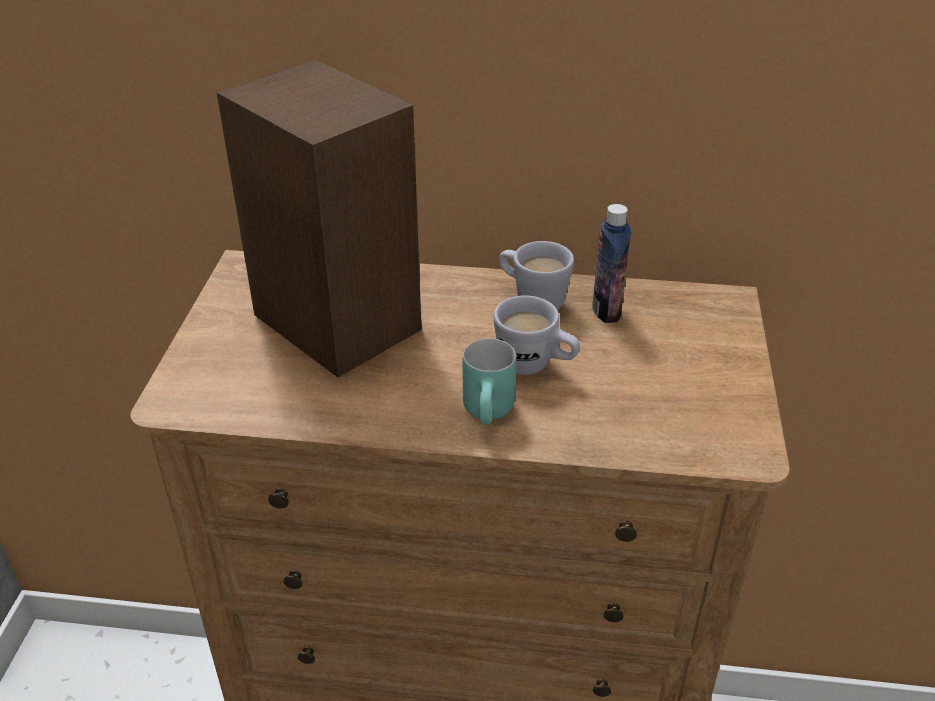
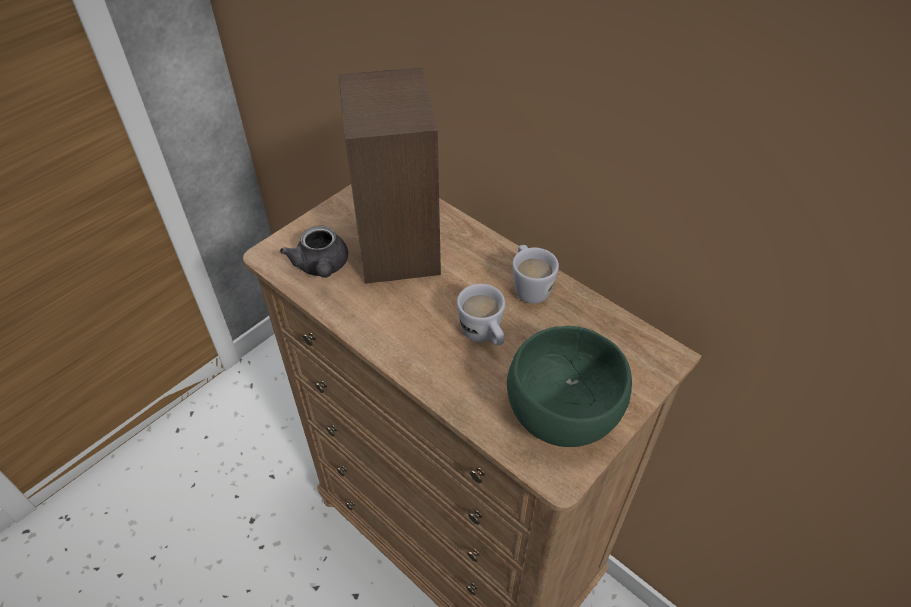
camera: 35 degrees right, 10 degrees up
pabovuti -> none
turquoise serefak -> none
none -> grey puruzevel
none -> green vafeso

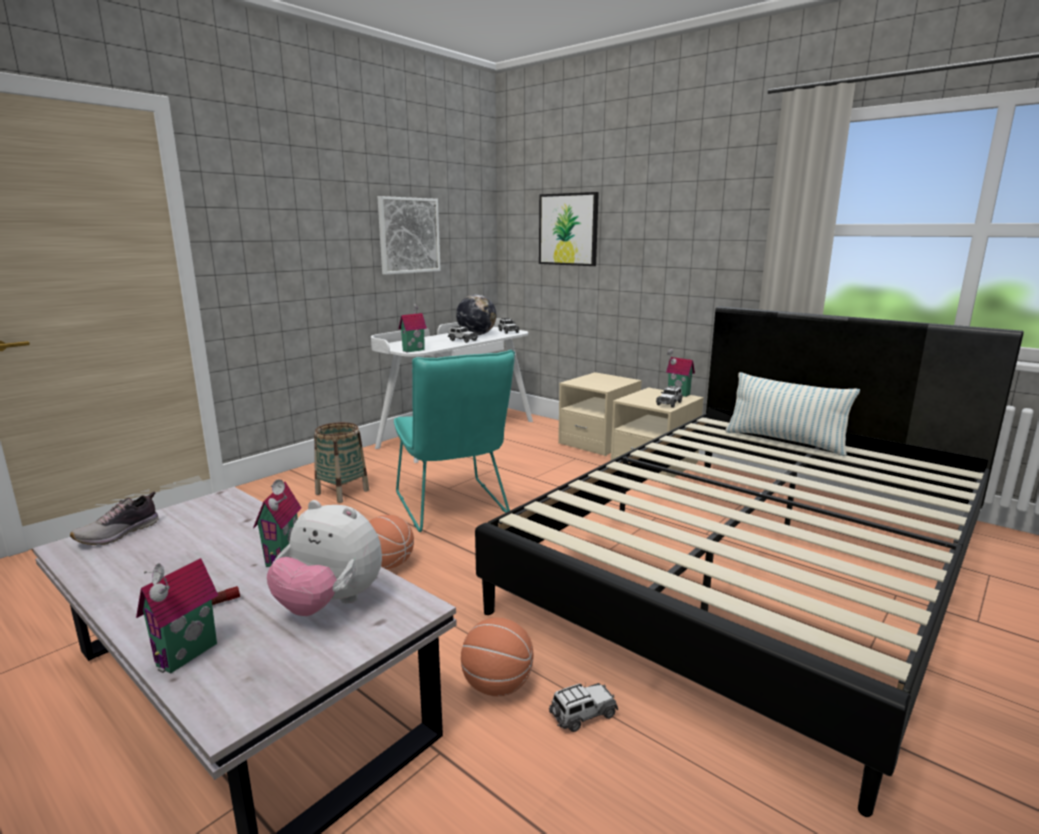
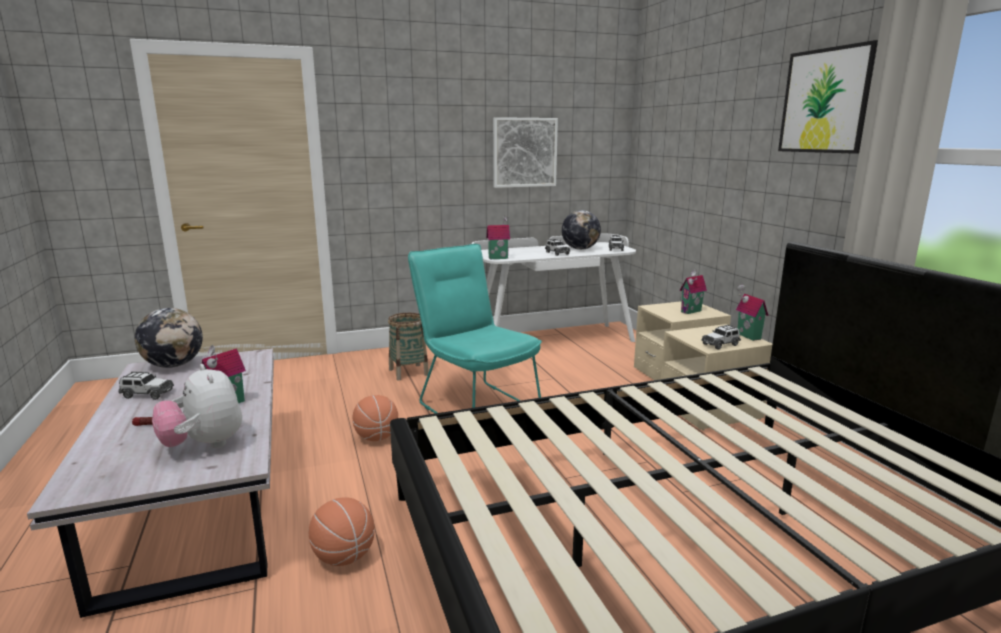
camera: 30 degrees right, 0 degrees up
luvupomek (2nd from left), move
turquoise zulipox, 135 degrees clockwise
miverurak -> none
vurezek -> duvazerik (1st from left)
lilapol (1st from left in the first image) -> lilapol (3rd from left), move
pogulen (3rd from left in the first image) -> pogulen (1st from left), move

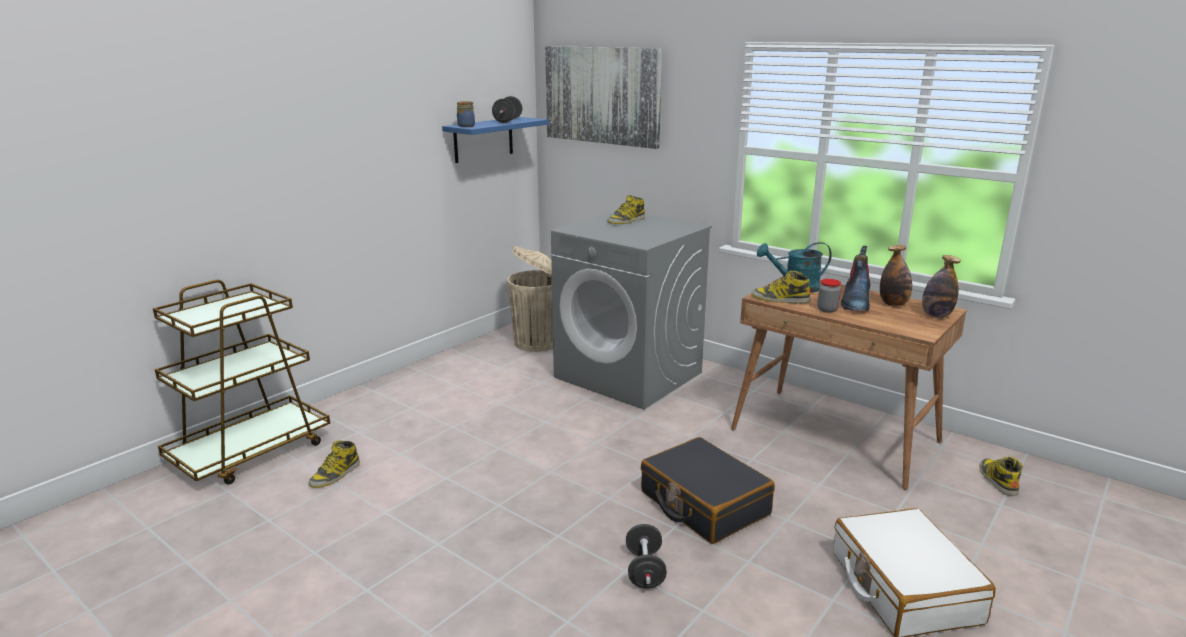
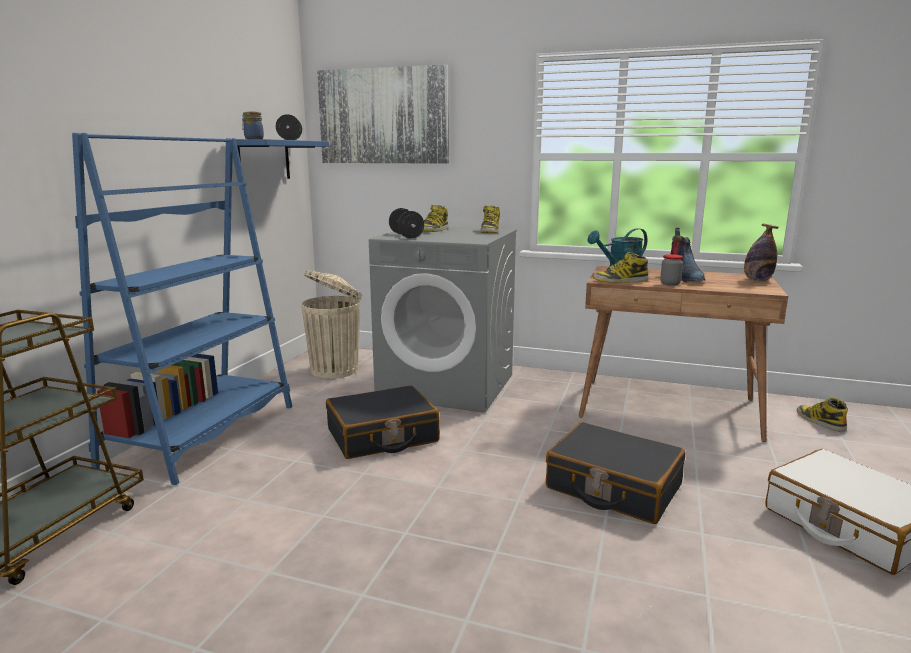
camera: 20 degrees left, 5 degrees down
pabovuti (1st from left) -> none
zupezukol (1st from left in the first image) -> zupezukol (2nd from left), move
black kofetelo (2nd from left), move
none -> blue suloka
none -> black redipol (1st from left)

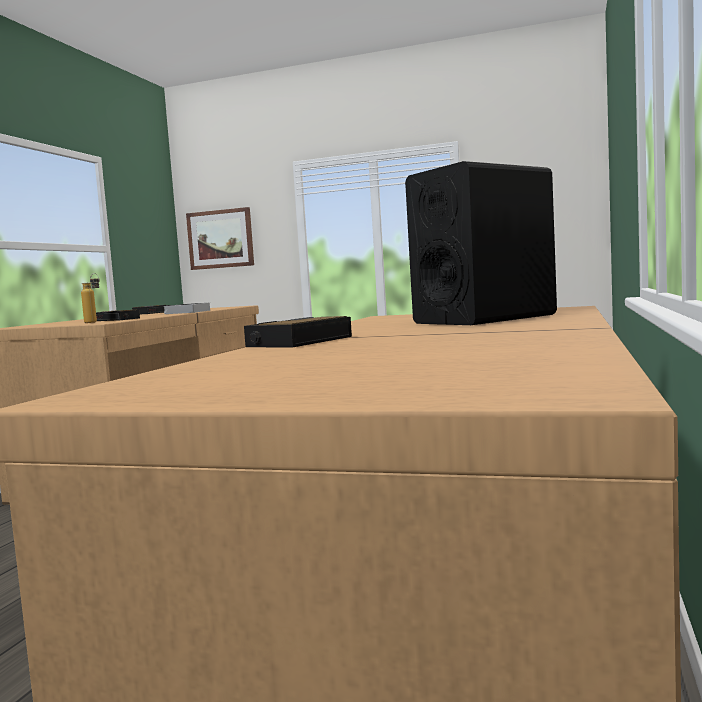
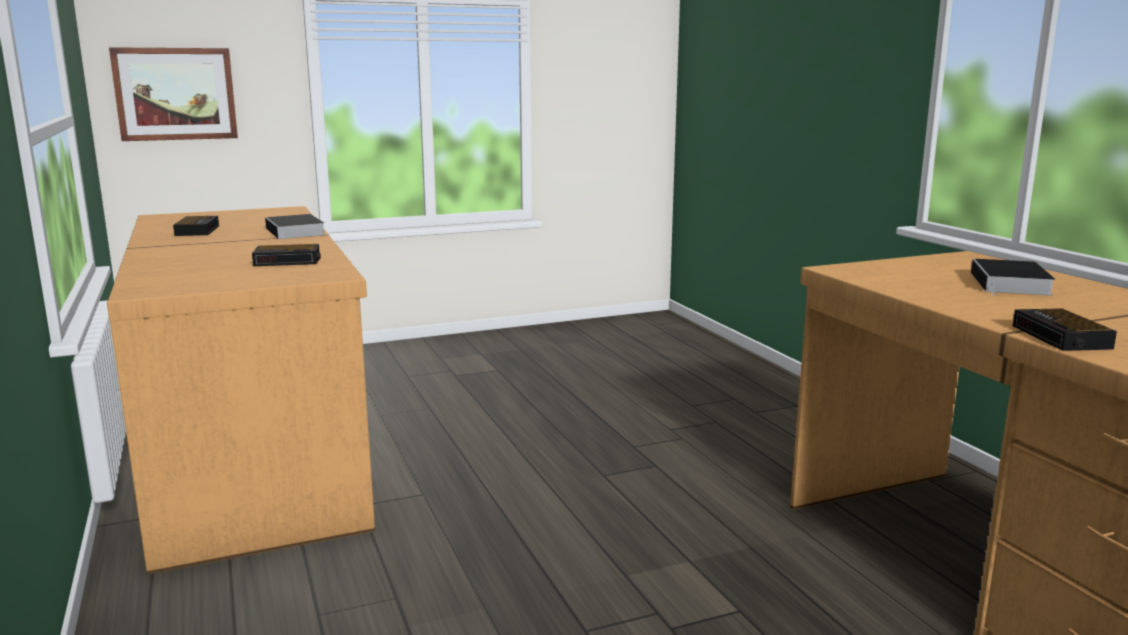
camera: 40 degrees left, 10 degrees up
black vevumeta -> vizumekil (2nd from left)
pabovuti -> none

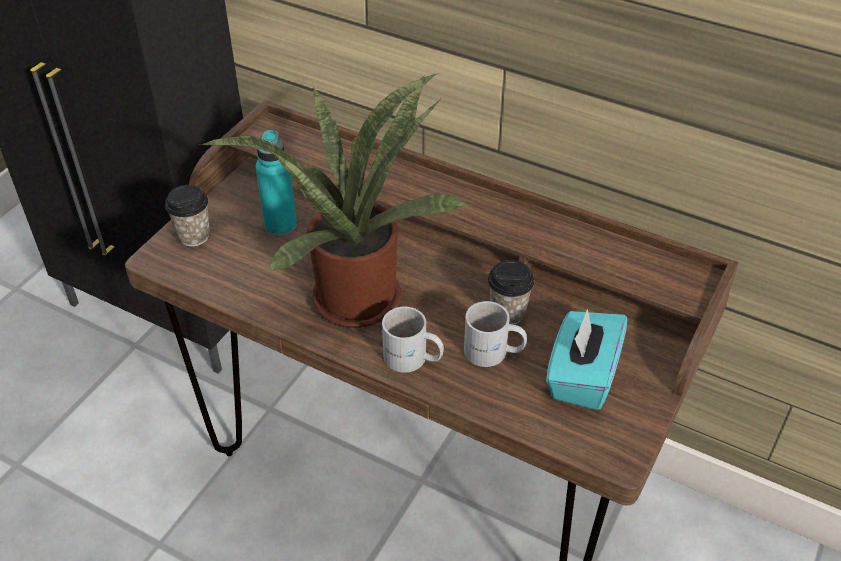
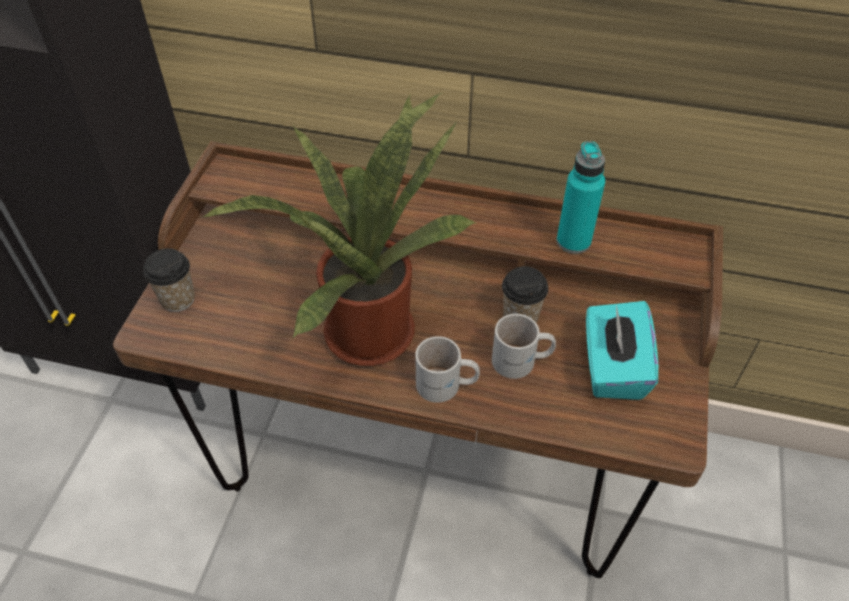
camera: 15 degrees left, 5 degrees up
turquoise pabovuti, move

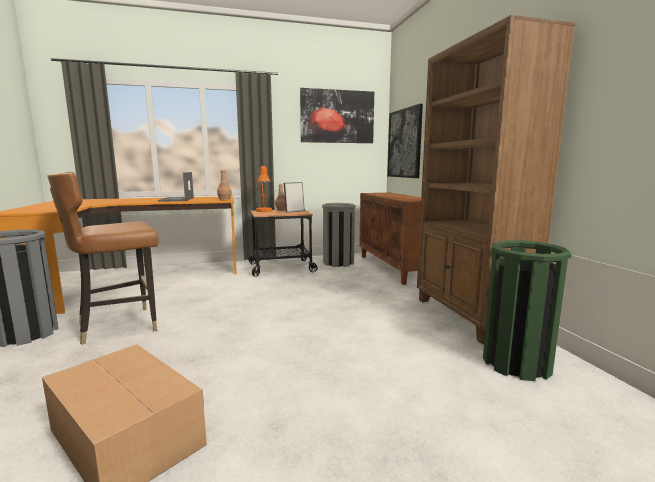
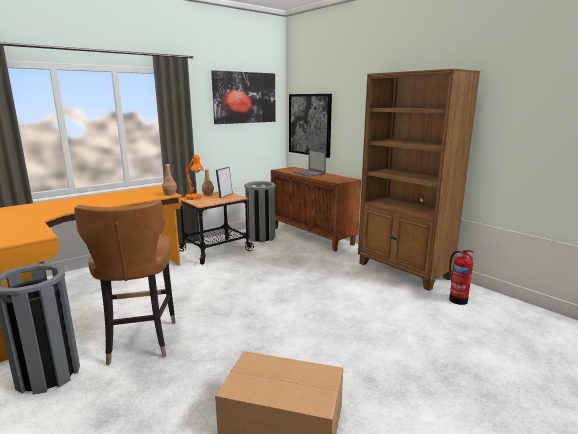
camera: 25 degrees left, 5 degrees up
brown zulipox, 45 degrees counterclockwise
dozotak, move
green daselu -> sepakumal

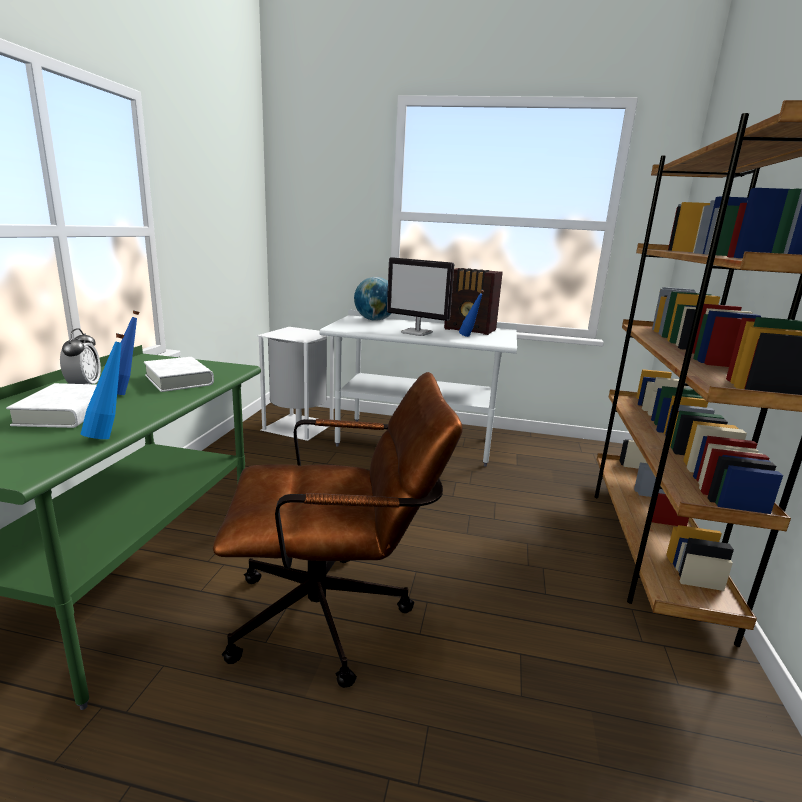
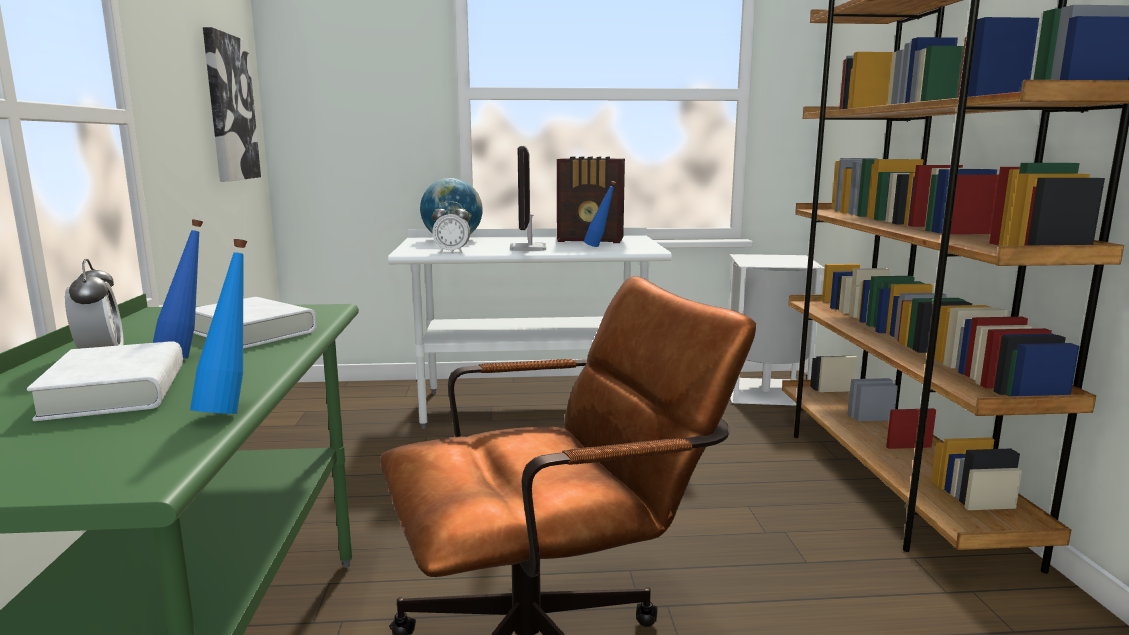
camera: 15 degrees left, 5 degrees down
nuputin, 75 degrees clockwise
white daselu, move
none -> luvupomek
none -> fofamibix (2nd from left)

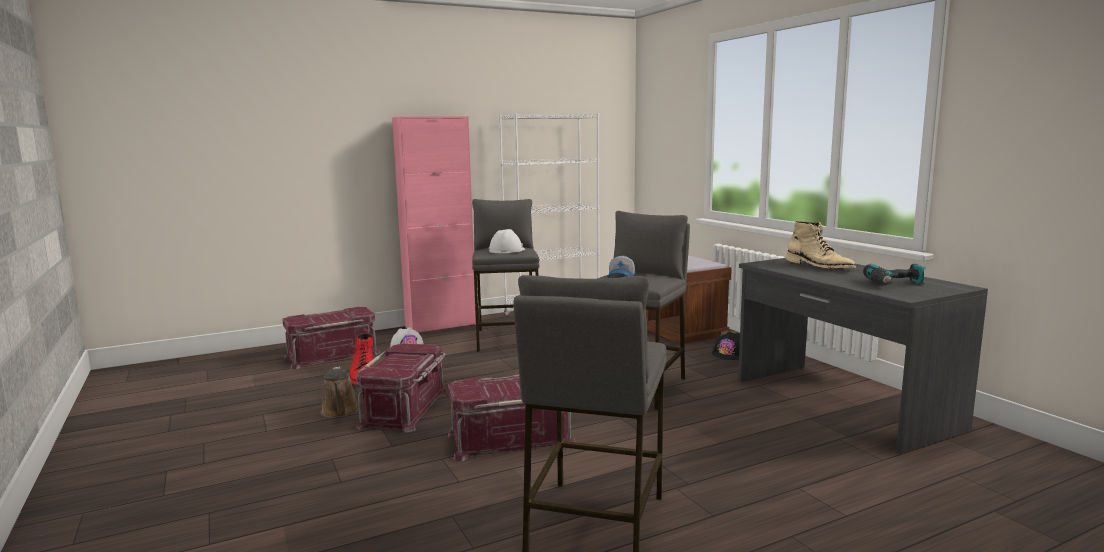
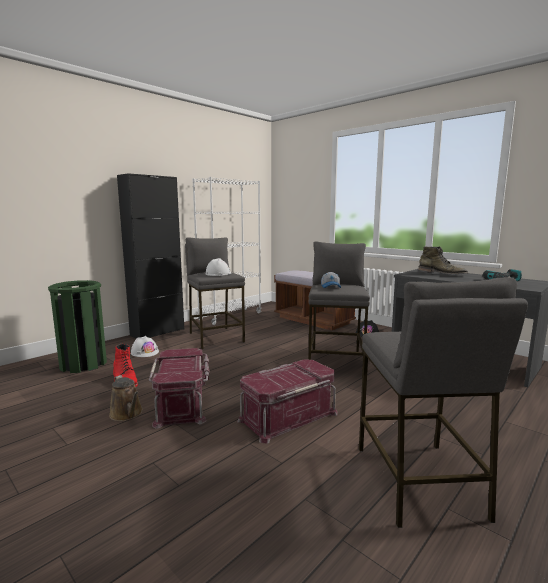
camera: 20 degrees left, 0 degrees up
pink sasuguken -> black sasuguken
beige zupezukol -> green zupezukol
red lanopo (1st from left) -> green daselu

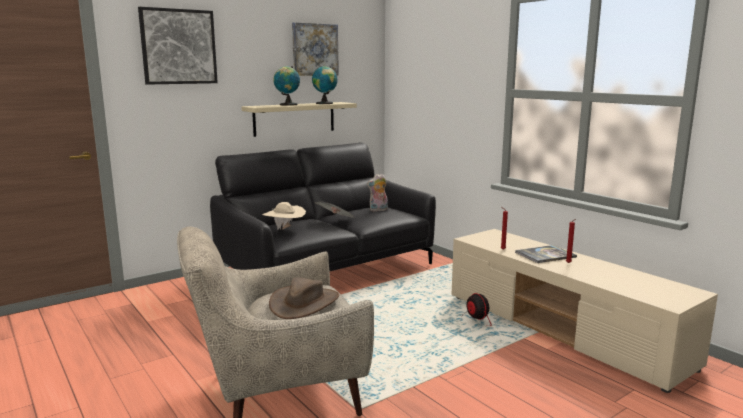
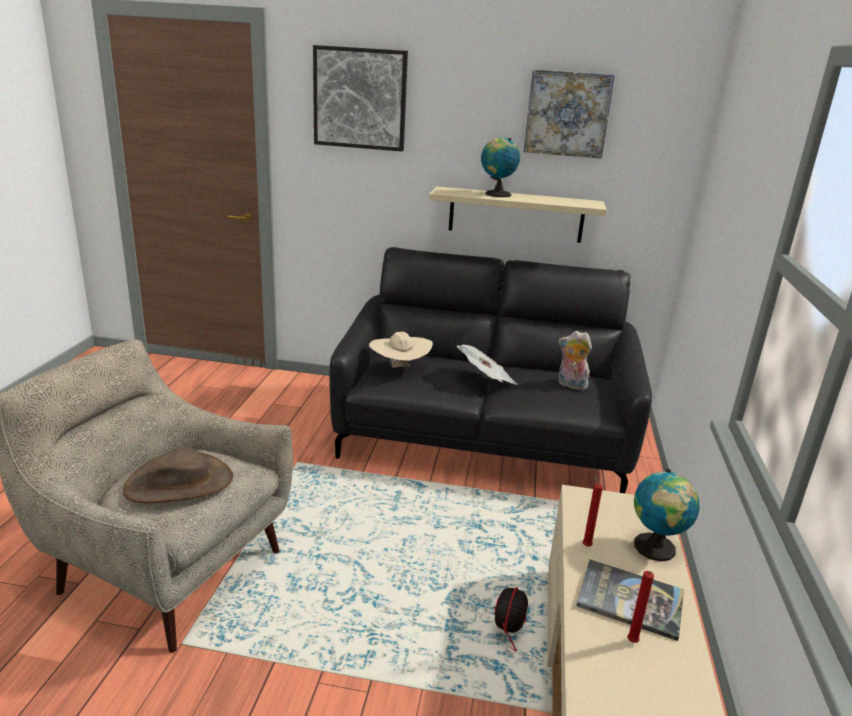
camera: 45 degrees right, 10 degrees up
duvazerik (2nd from left), move

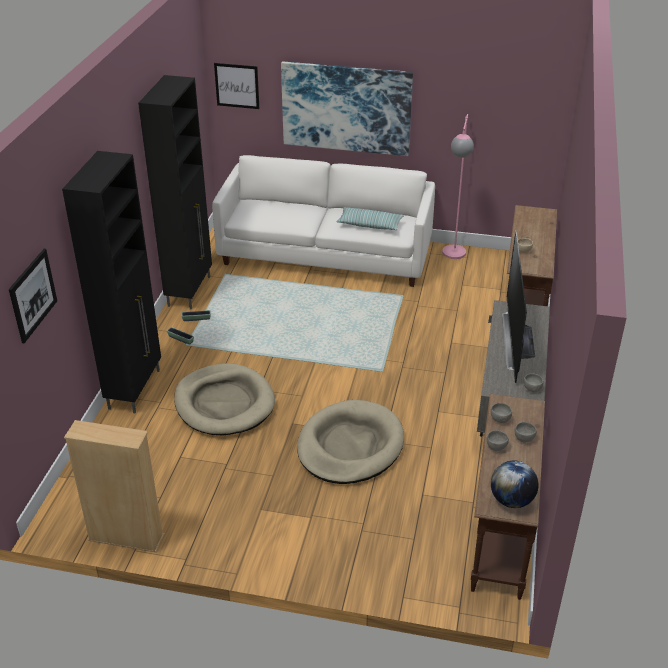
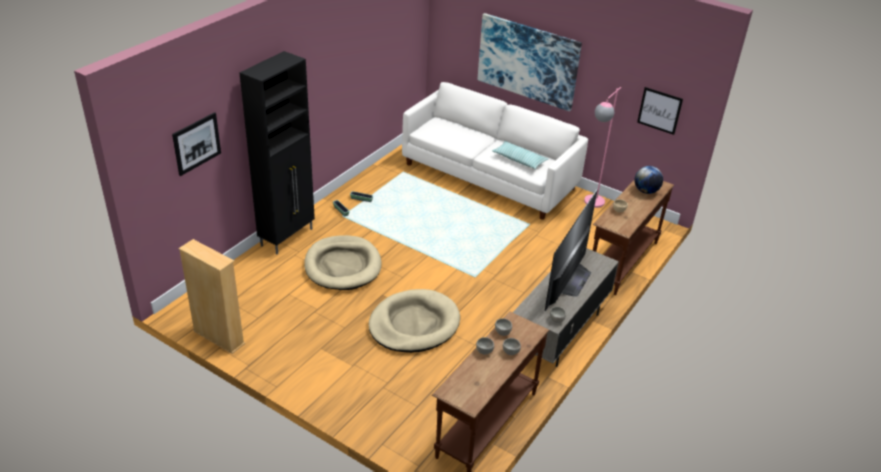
camera: 20 degrees right, 0 degrees up
luvupomek (2nd from left in the first image) -> luvupomek (3rd from left), move
black sasuguken (2nd from left) -> none
duvazerik, move

